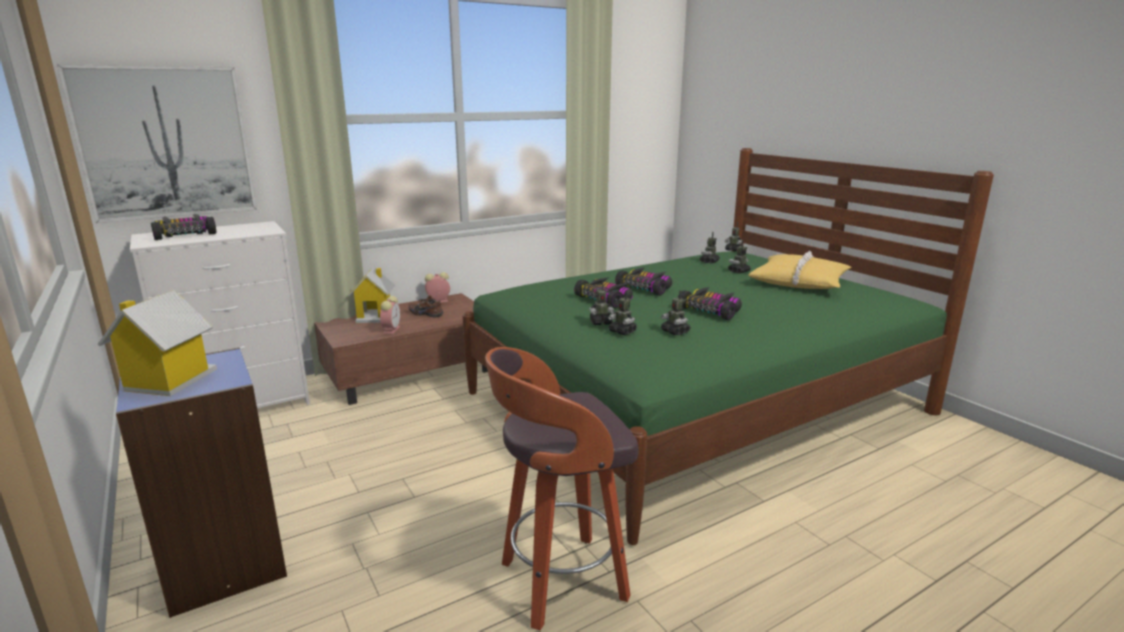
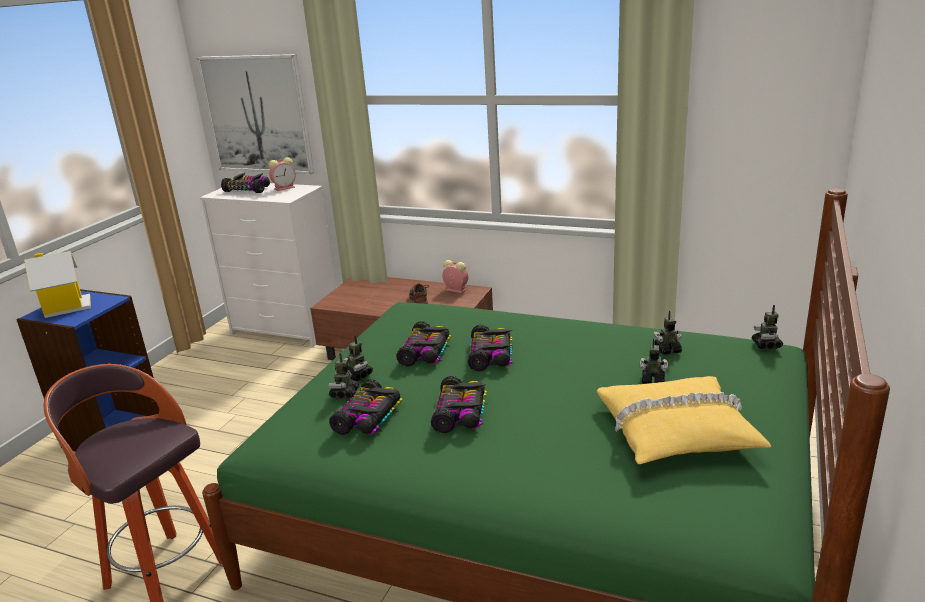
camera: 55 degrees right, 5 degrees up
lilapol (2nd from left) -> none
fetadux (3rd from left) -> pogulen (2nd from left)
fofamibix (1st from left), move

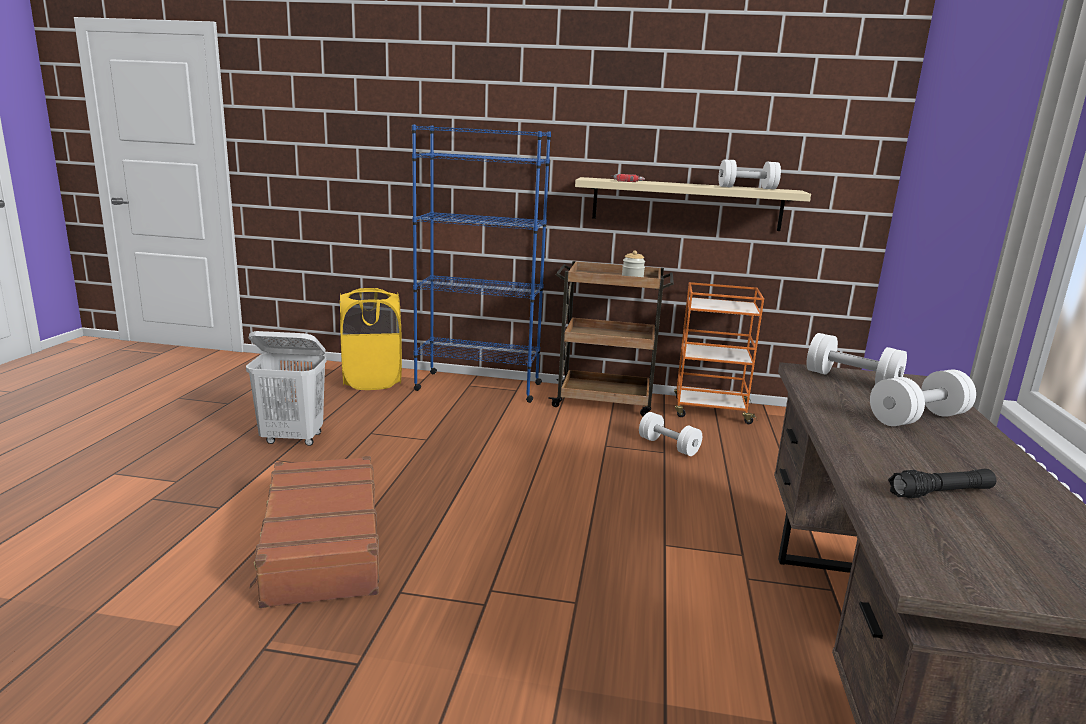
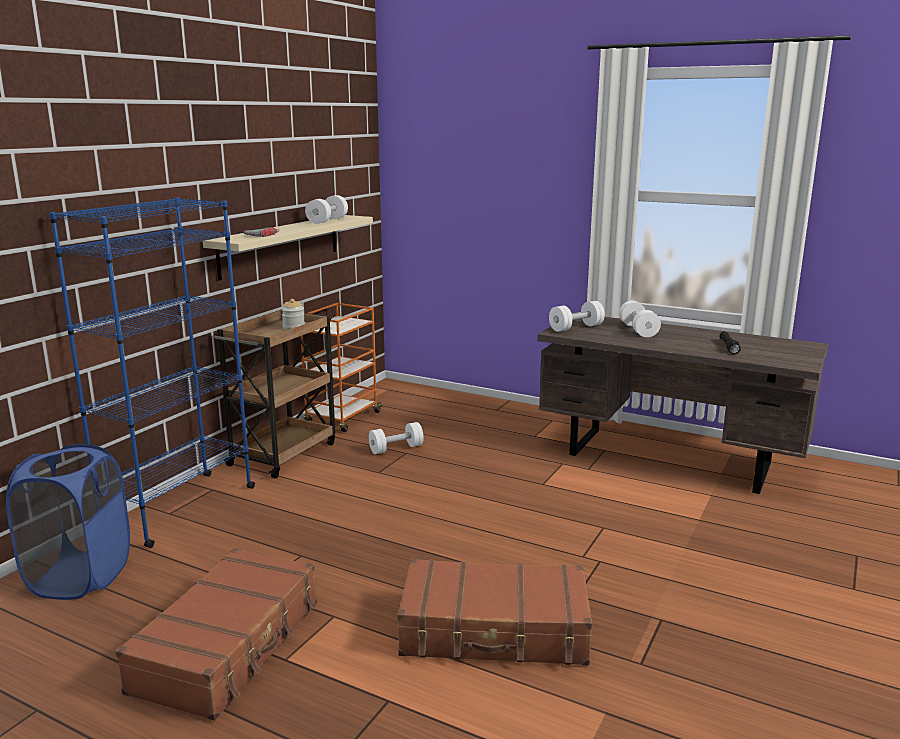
camera: 70 degrees left, 0 degrees up
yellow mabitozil -> blue mabitozil
white mabitozil -> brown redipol (1st from left)

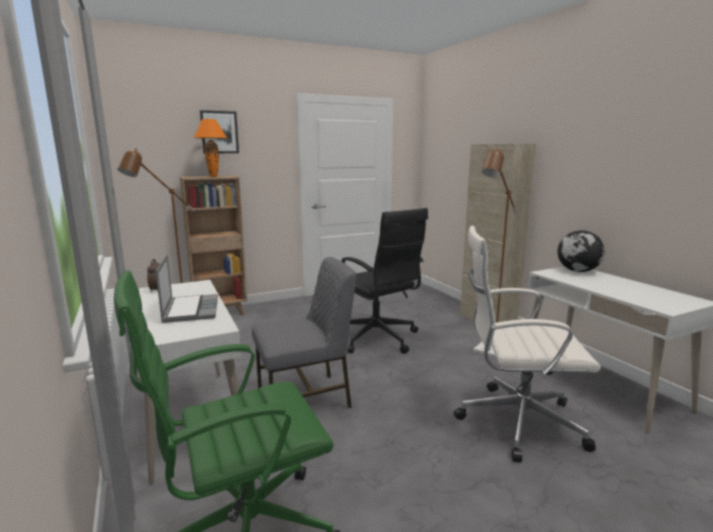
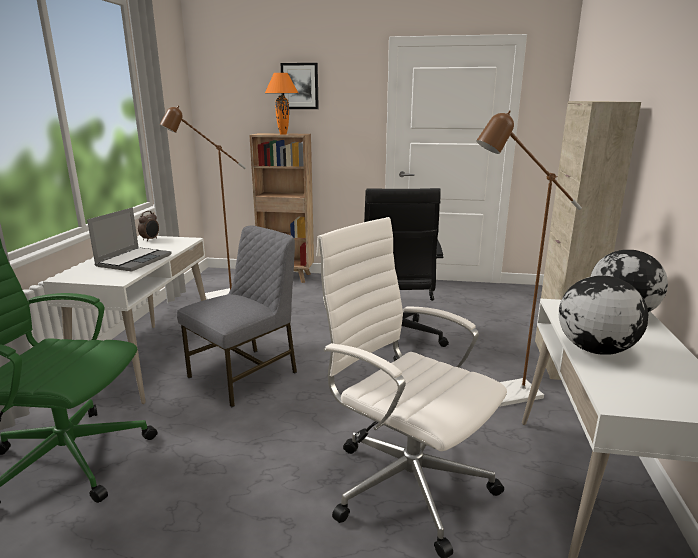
camera: 35 degrees right, 5 degrees up
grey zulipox, 60 degrees counterclockwise
none -> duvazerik (1st from left)

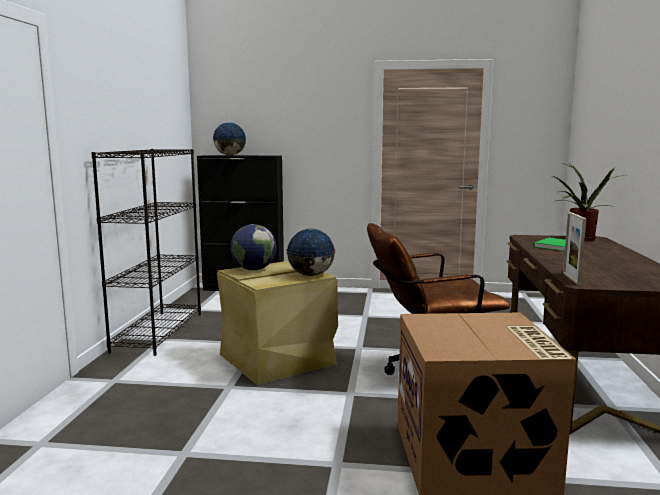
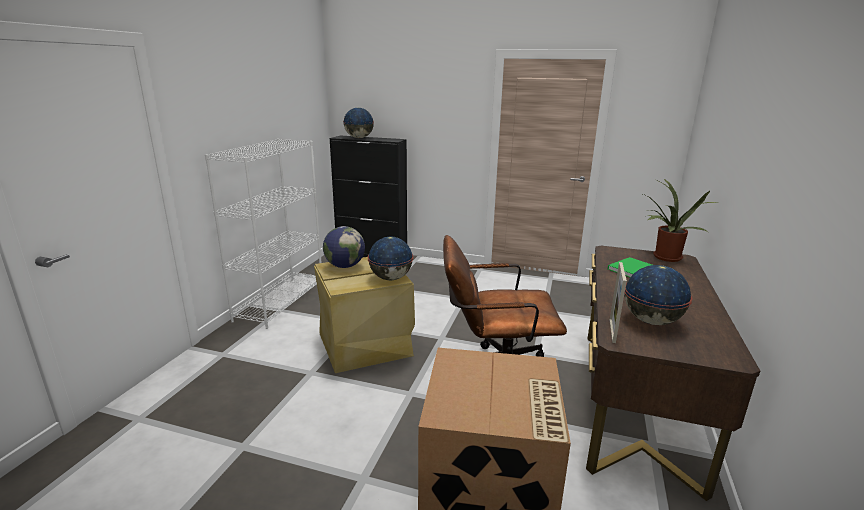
camera: 10 degrees right, 10 degrees up
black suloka -> white suloka
none -> duvazerik (4th from left)

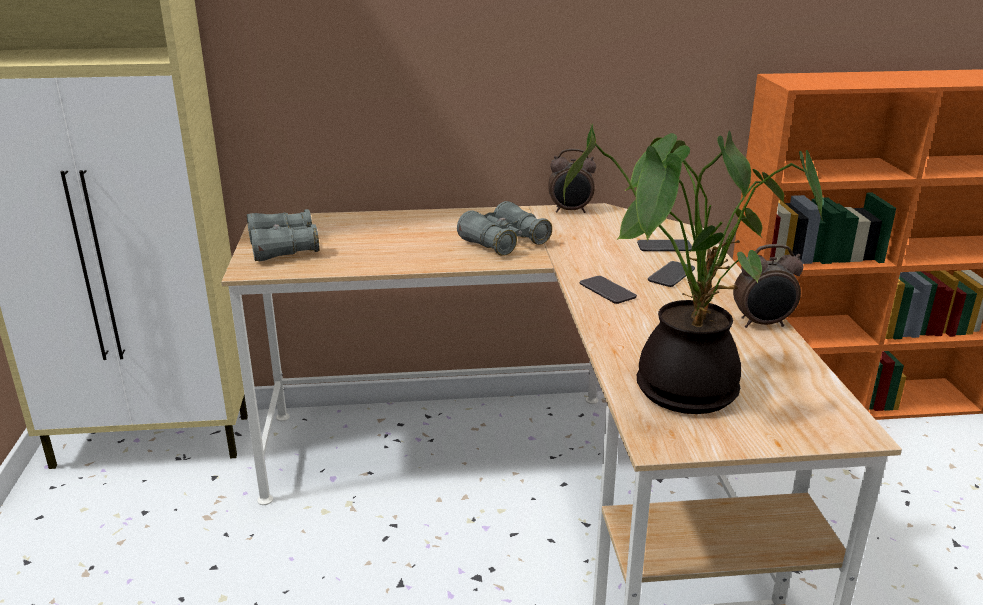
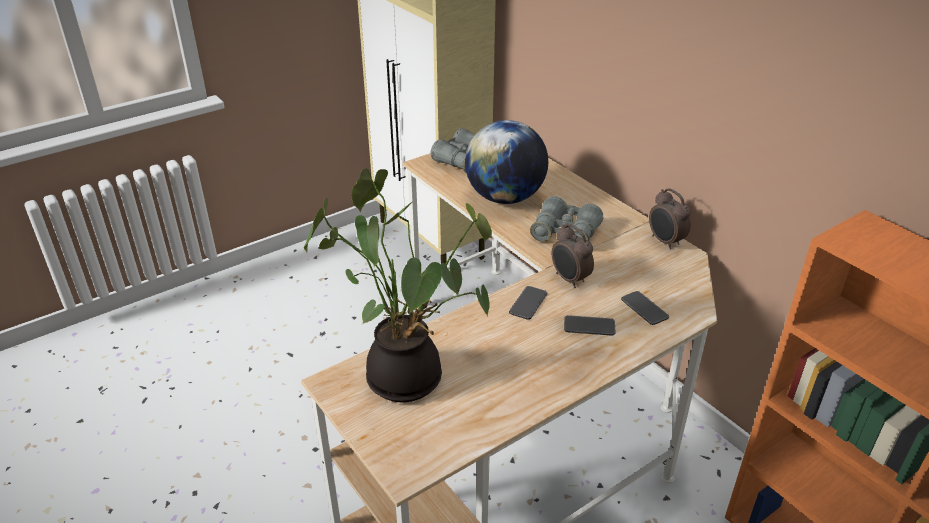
camera: 60 degrees right, 10 degrees up
fofamibix (2nd from left in the first image) -> fofamibix (1st from left), move
none -> duvazerik

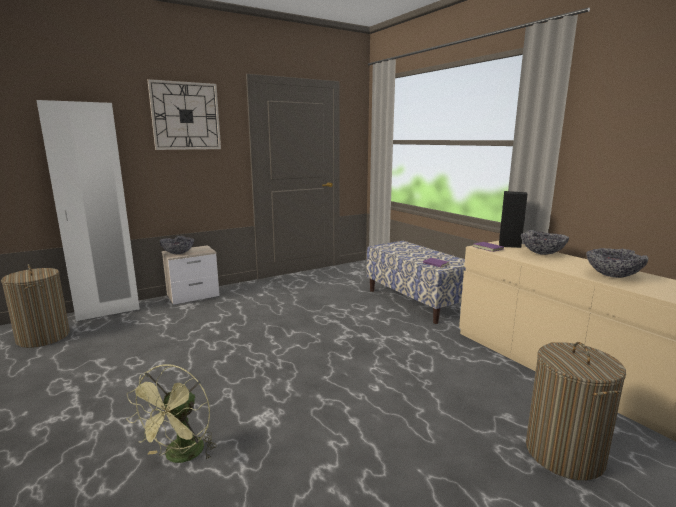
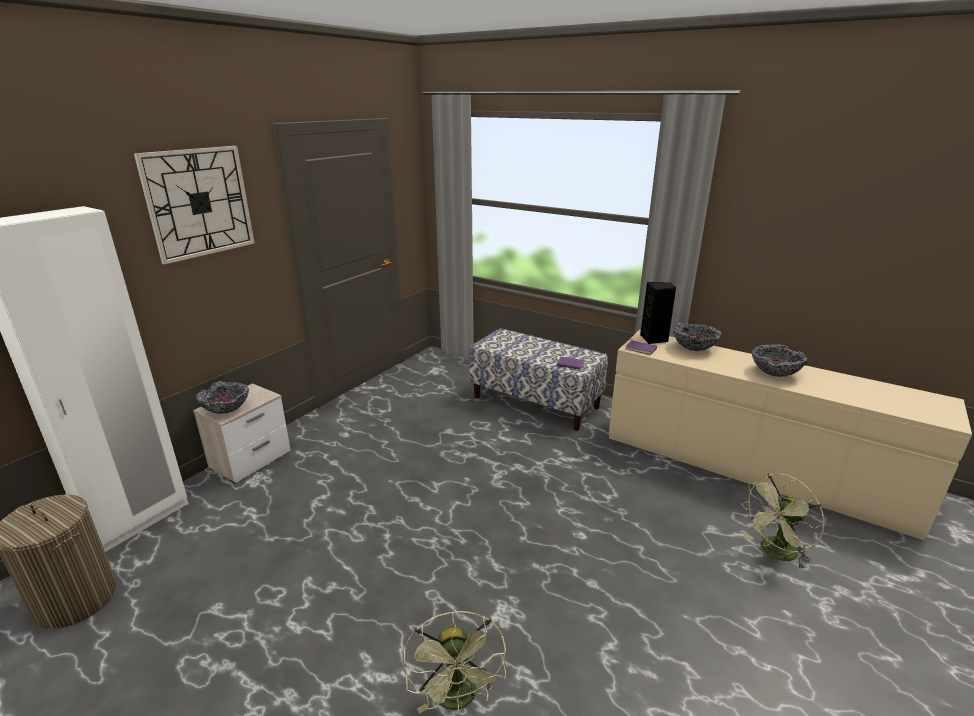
camera: 25 degrees left, 10 degrees up
mabitozil (2nd from left) -> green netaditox (2nd from left)

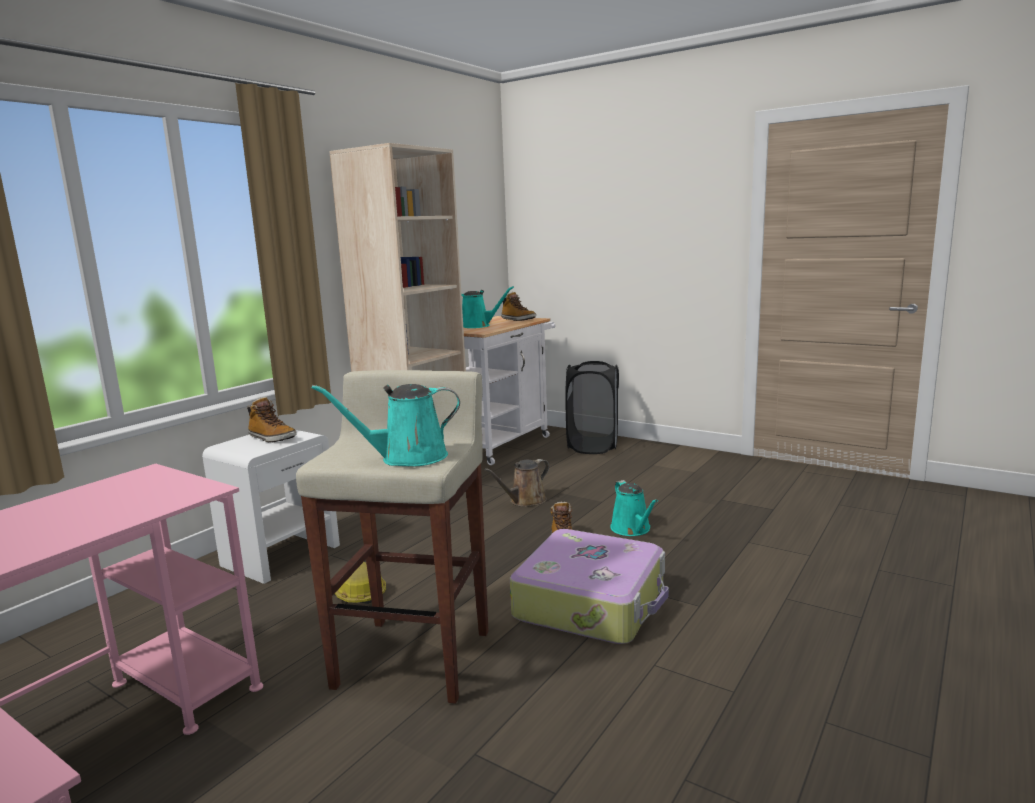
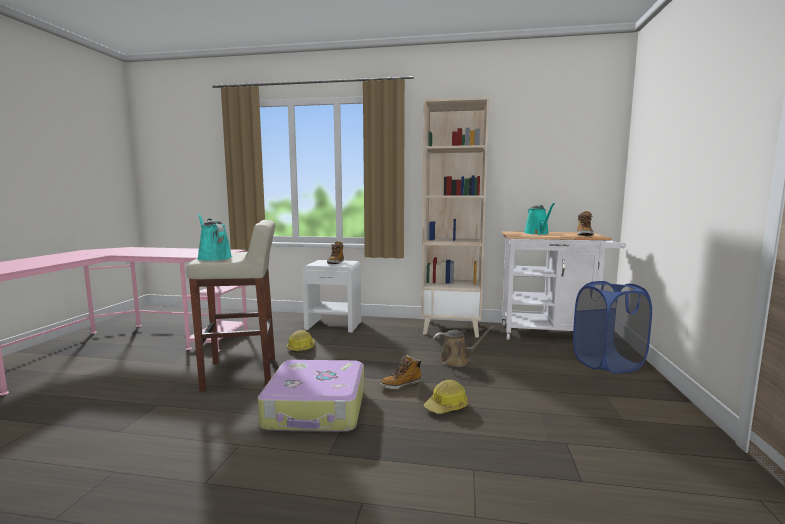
camera: 65 degrees right, 5 degrees down
black mabitozil -> blue mabitozil
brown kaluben, 150 degrees clockwise
turquoise kaluben (3rd from left) -> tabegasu (2nd from left)

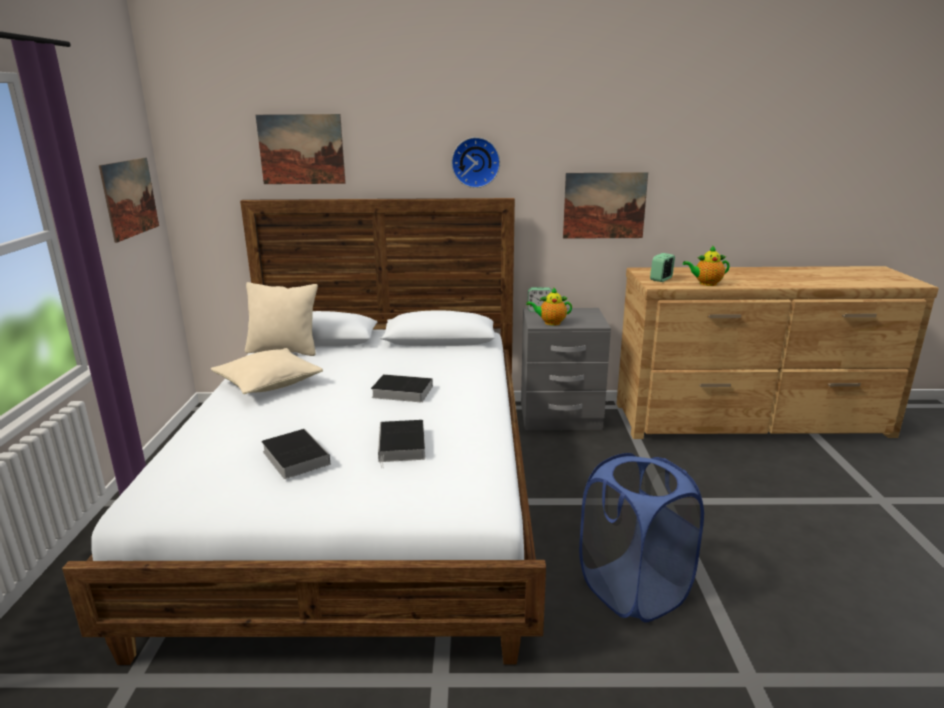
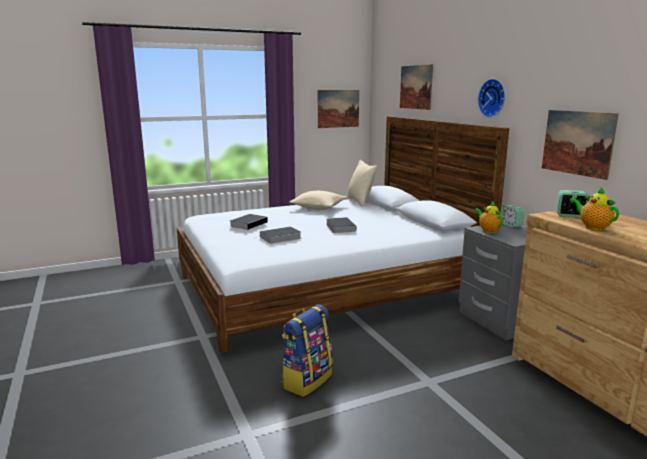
camera: 65 degrees right, 5 degrees down
blue mabitozil -> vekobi

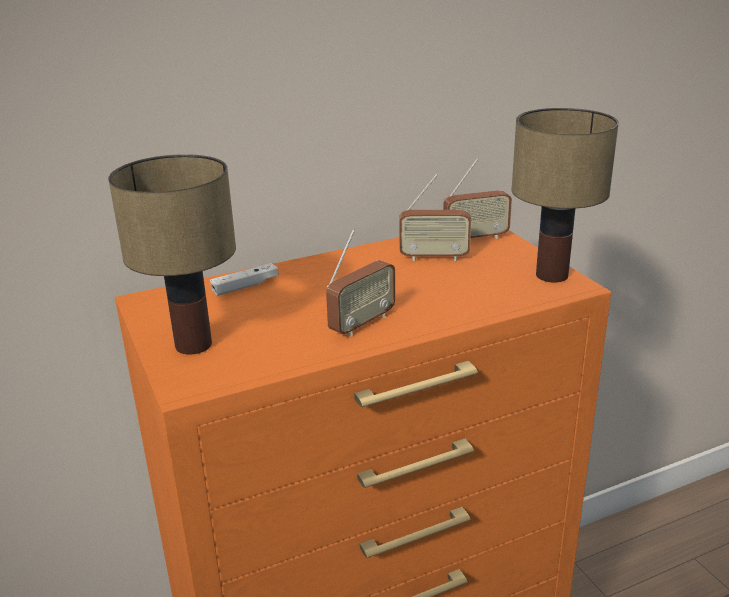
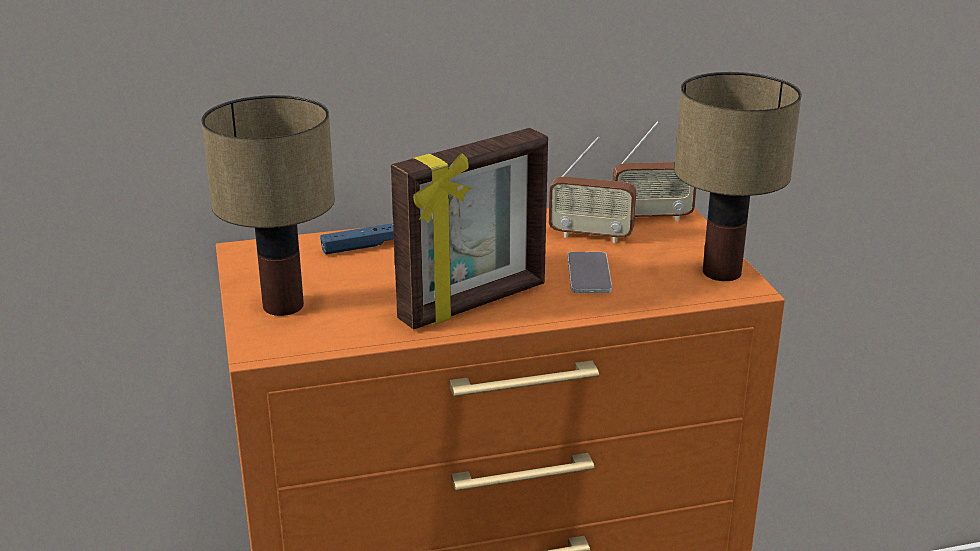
camera: 10 degrees right, 0 degrees up
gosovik (1st from left) -> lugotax
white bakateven -> blue bakateven
none -> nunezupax

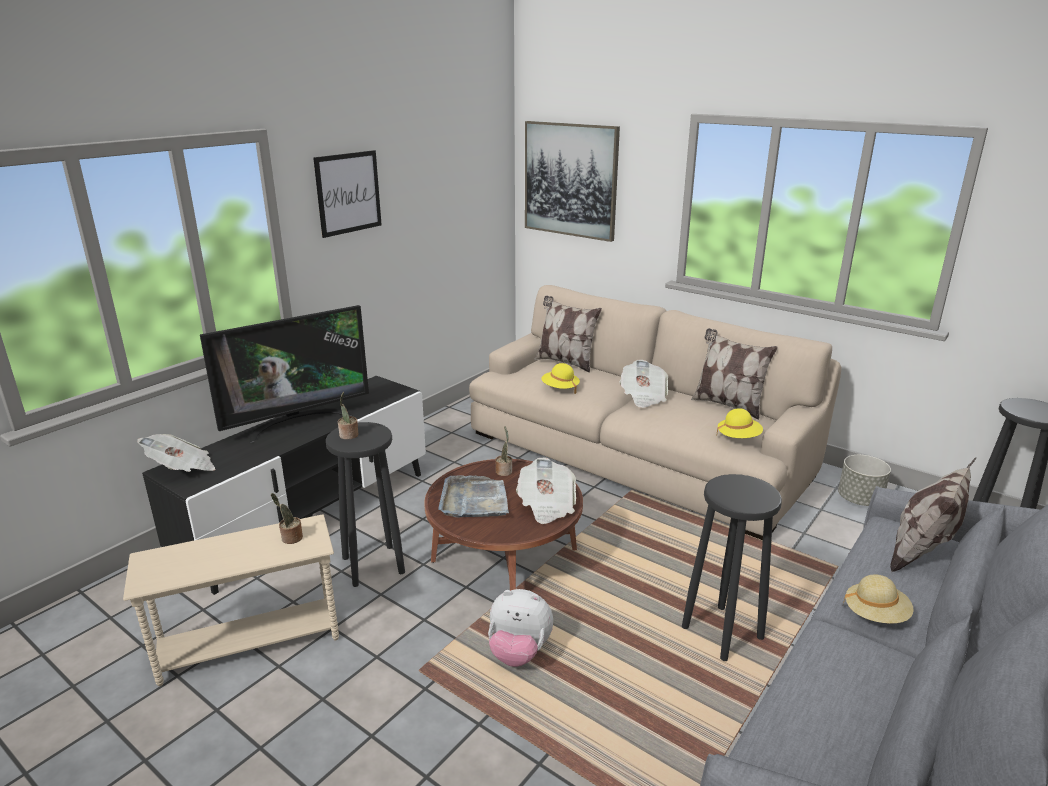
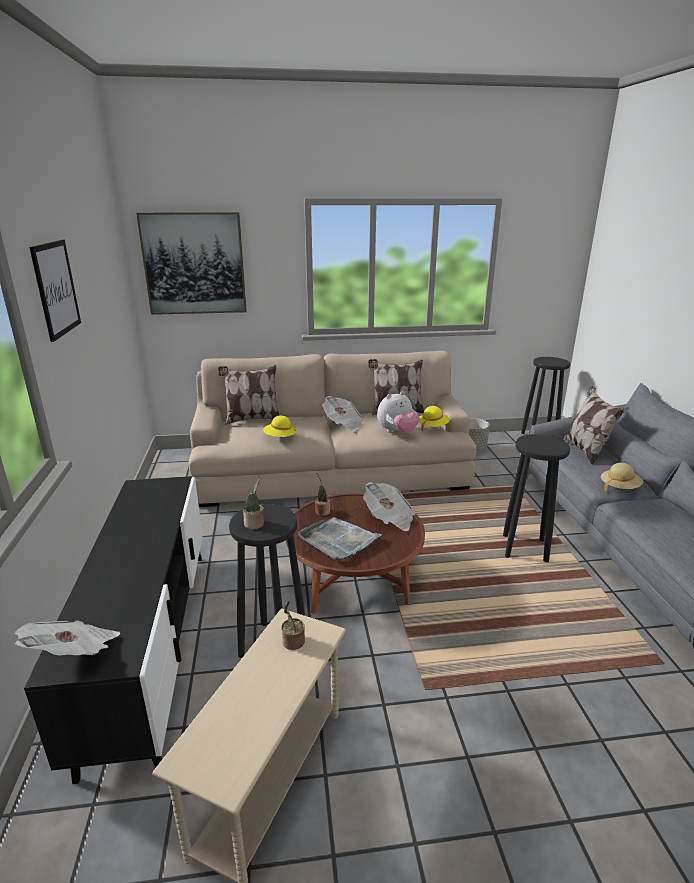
camera: 45 degrees left, 0 degrees up
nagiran -> none
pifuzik, move

